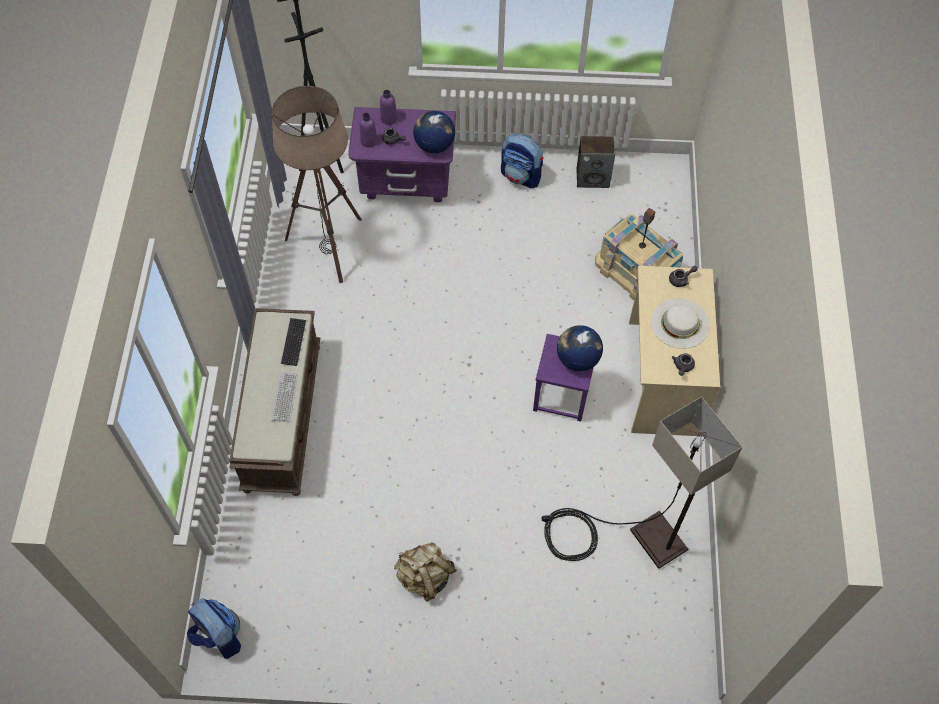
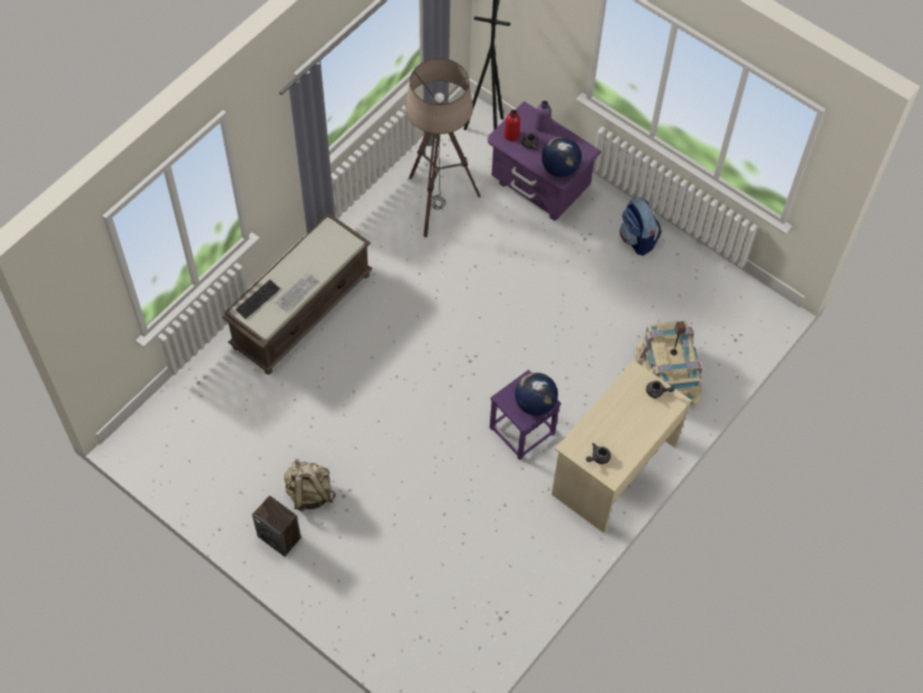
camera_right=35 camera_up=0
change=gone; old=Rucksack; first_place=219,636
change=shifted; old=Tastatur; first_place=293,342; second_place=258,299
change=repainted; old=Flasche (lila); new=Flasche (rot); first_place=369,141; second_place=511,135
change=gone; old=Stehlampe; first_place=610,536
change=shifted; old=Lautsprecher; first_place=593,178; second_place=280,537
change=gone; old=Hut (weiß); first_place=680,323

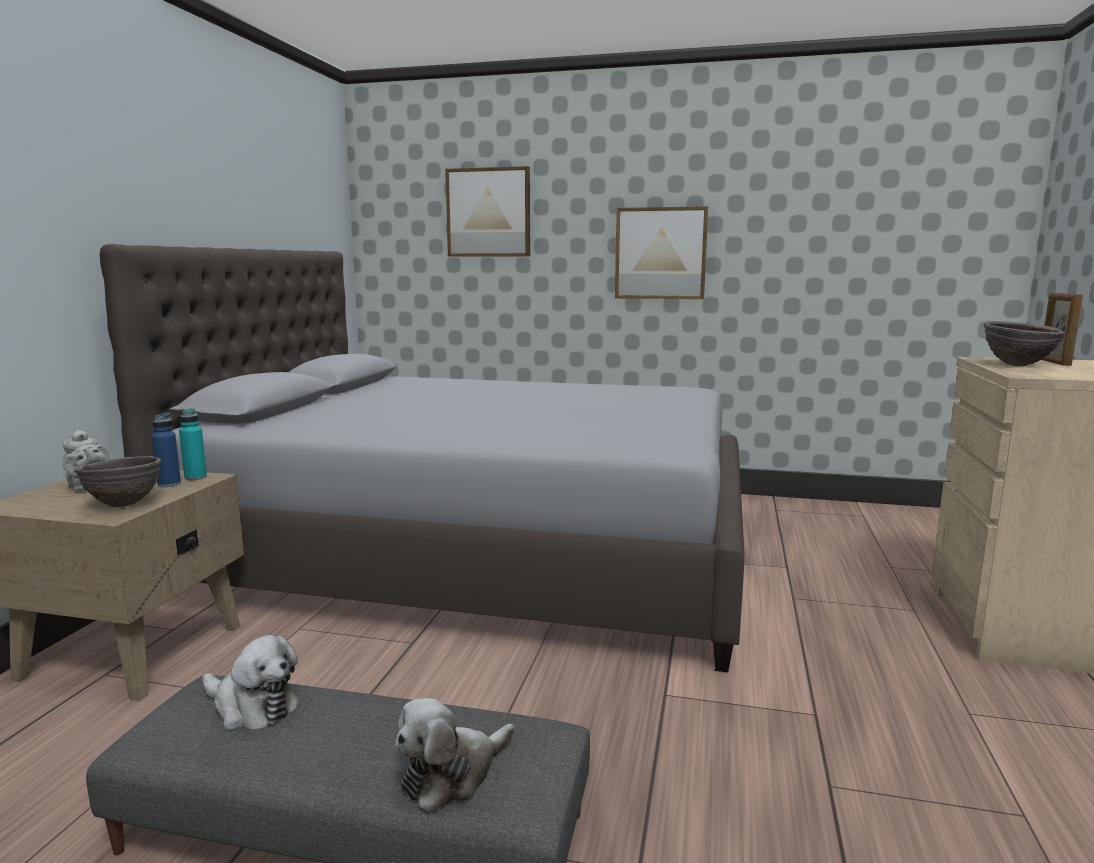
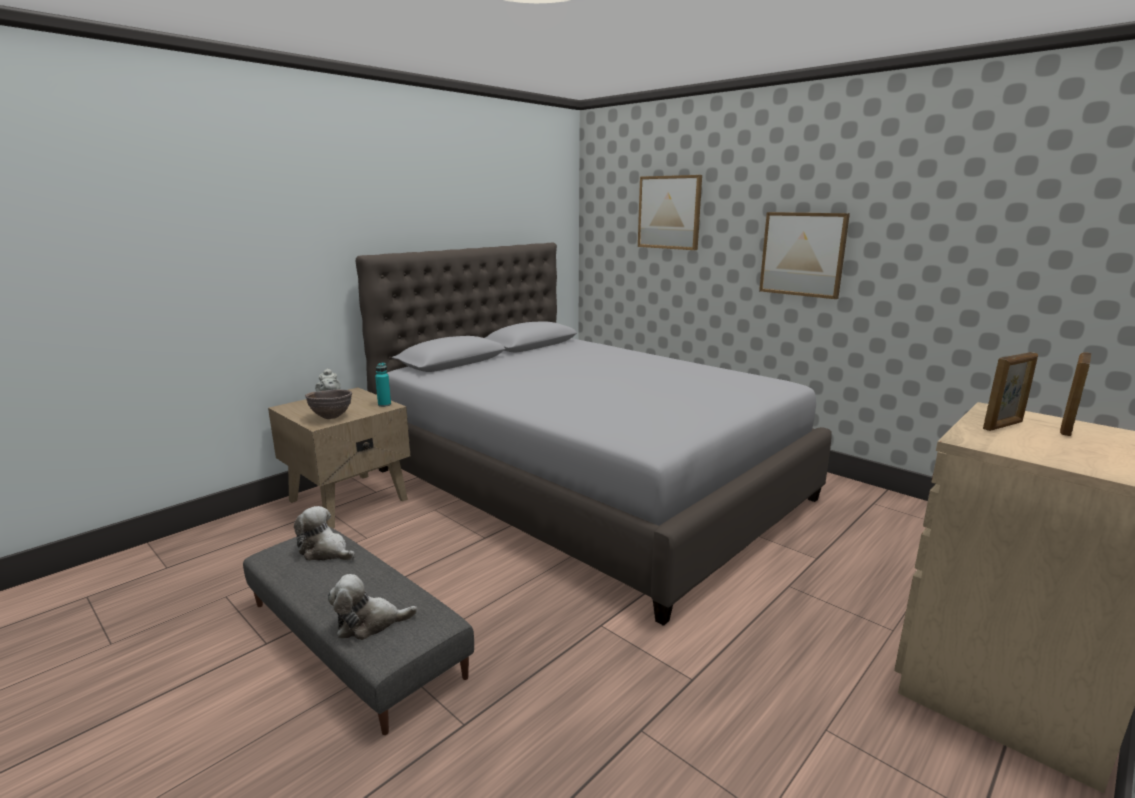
camera_right=30 camera_up=5
change=gone; old=Flasche (blau); first_place=169,484
change=rotated; old=Plüschtier; first_place=252,707; second_place=326,552; degrees=150
change=swapped; old=Schüssel (braun); new=Bilderrahmen; first_place=1018,365; second_place=1003,426

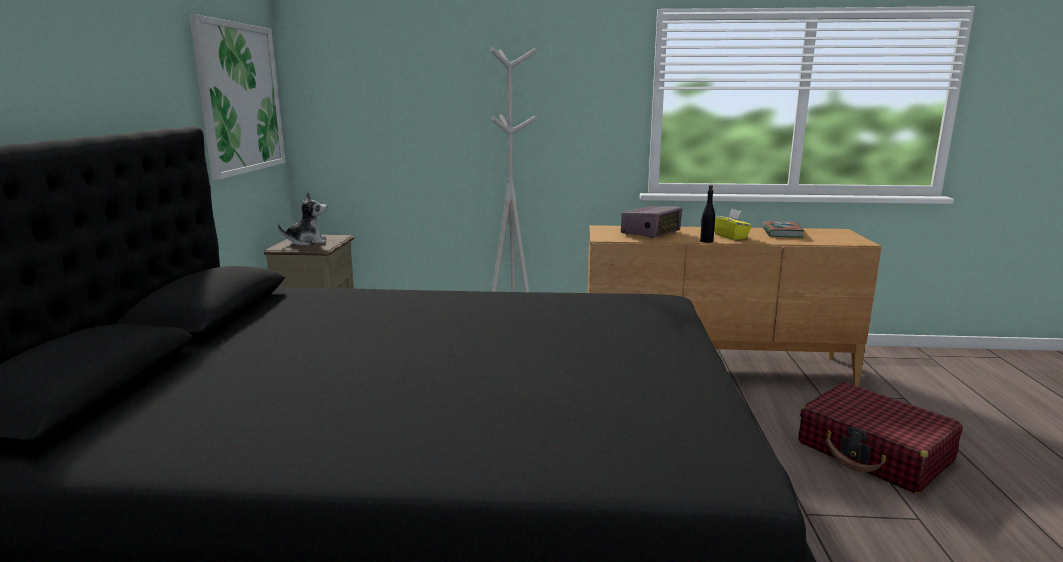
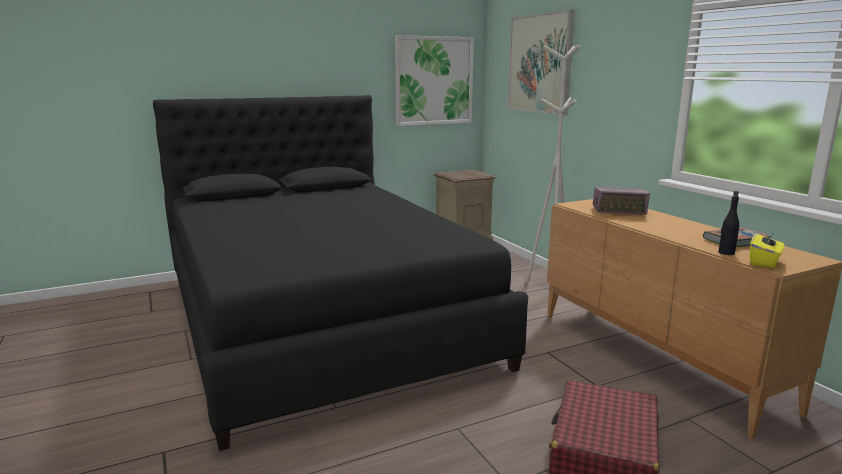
camera_right=60 camera_up=0
change=gone; old=Plüschtier; first_place=307,242
change=shifted; old=Flasche (schwarz); first_place=706,241; second_place=726,253
change=shifted; old=Taschentuchbox (gelb); first_place=731,236; second_place=764,262
change=new; new=Bild; second_place=539,64

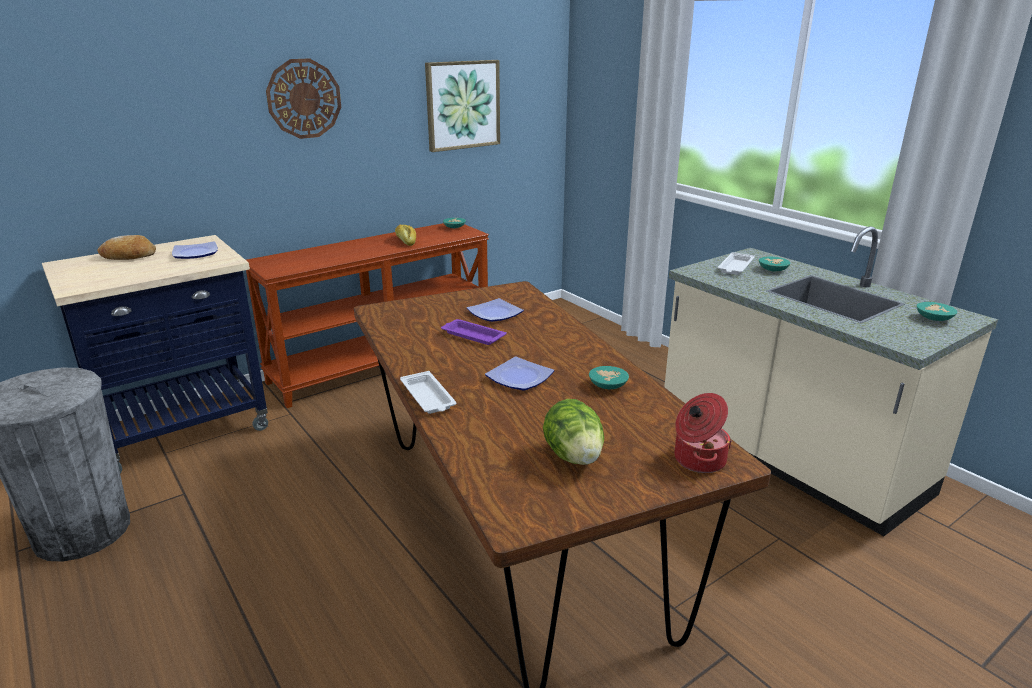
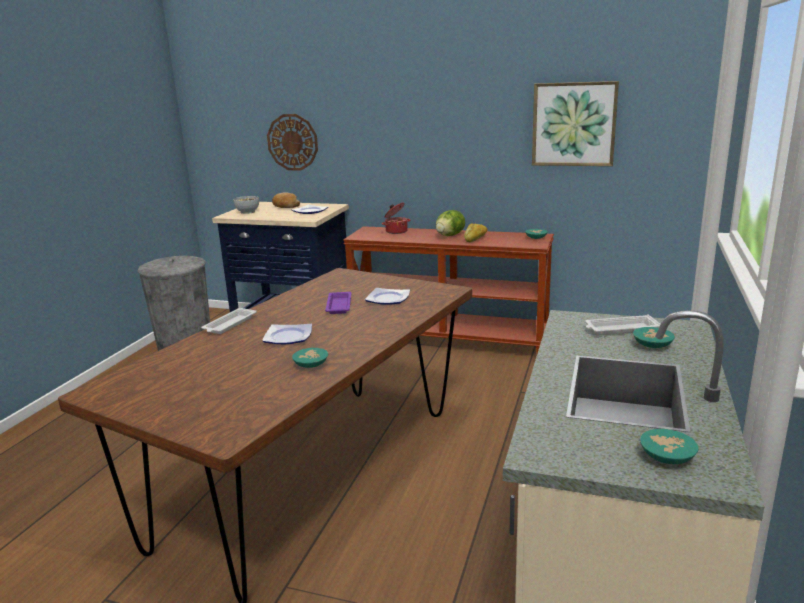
camera_right=55 camera_up=-5
change=shifted; old=Wanduhr; first_place=304,99; second_place=292,142
change=shifted; old=Salatkopf; first_place=574,456; second_place=449,235
change=shifted; old=Kochtopf; first_place=698,459; second_place=396,231
change=new; new=Schüssel; second_place=248,212

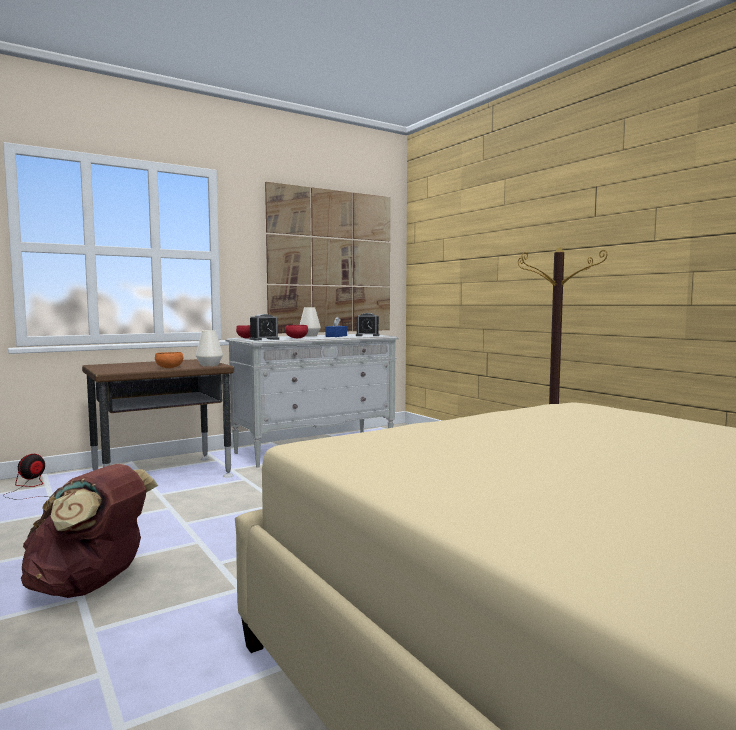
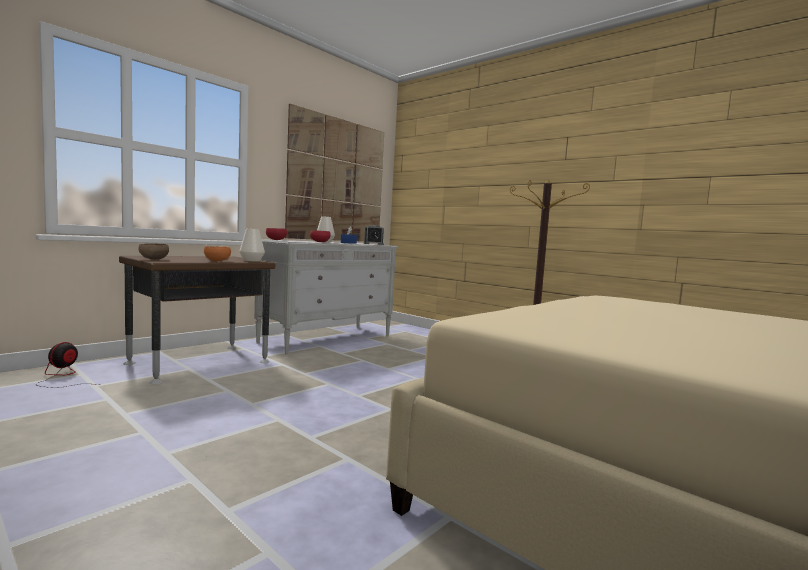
camera_right=-15 camera_up=0
change=gone; old=Rucksack (braun); first_place=91,586
change=gone; old=Wecker; first_place=264,339
change=new; new=Schüssel (braun); second_place=153,259

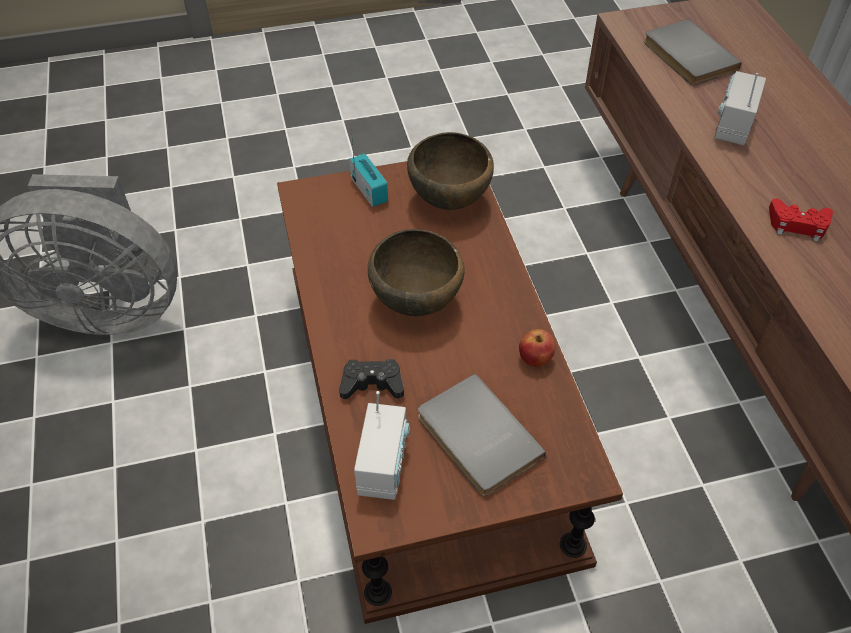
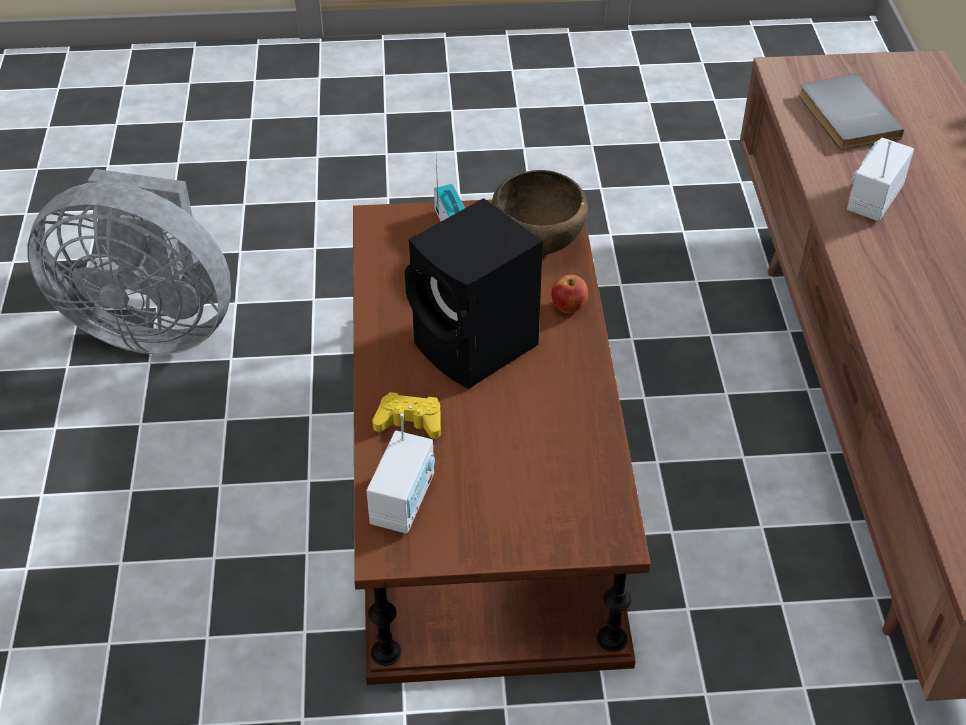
camera_right=10 camera_up=-5
change=repainted; old=Gamepad (schwarz); new=Gamepad (gelb); first_place=372,384; second_place=410,421
change=swapped; old=Schüssel (braun); new=Lautsprecher (schwarz); first_place=417,303; second_place=477,348
change=gone; old=Buch (grau); first_place=475,438
change=shifted; old=Apfel; first_place=535,359; second_place=569,307
change=gone; old=Gamepad (rot); first_place=797,224

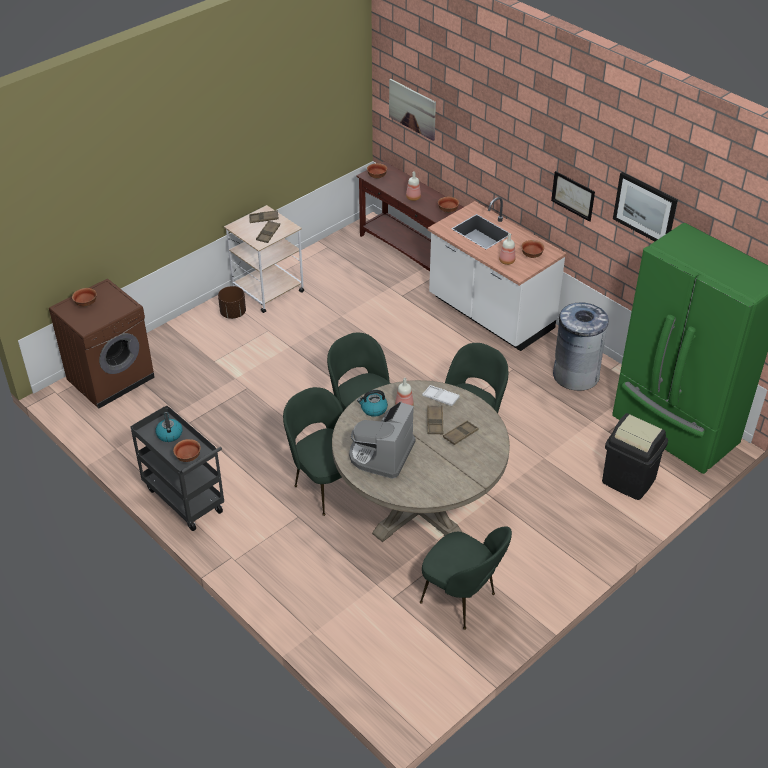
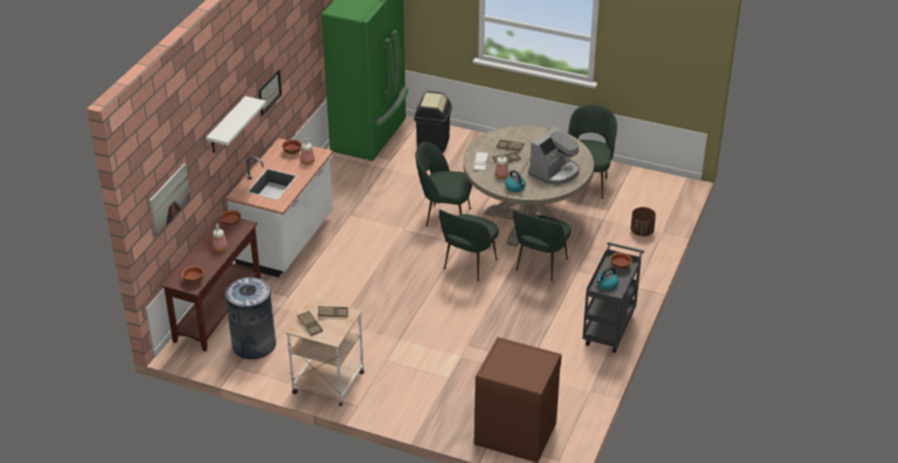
camera_right=-115 camera_up=-5
change=gone; old=Schüssel; first_place=86,304
change=shifted; old=Pflanzkübel (braun); first_place=233,313; second_place=642,232
change=rotated; old=Kaffeemaschine; first_place=381,454; second_place=555,172; degrees=-45
change=shifted; old=Mülleimer (grau); first_place=575,375; second_place=254,345
change=gone; old=Bild; first_place=645,209
change=new; new=Wandregal (weiß); second_place=227,126

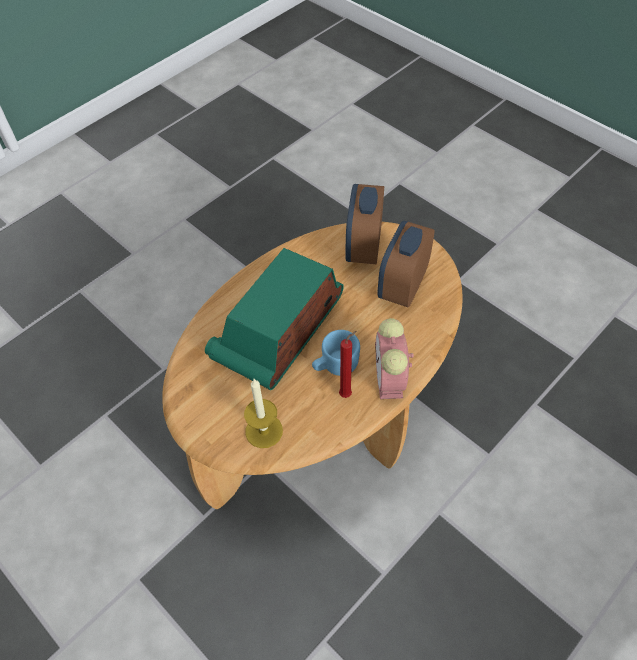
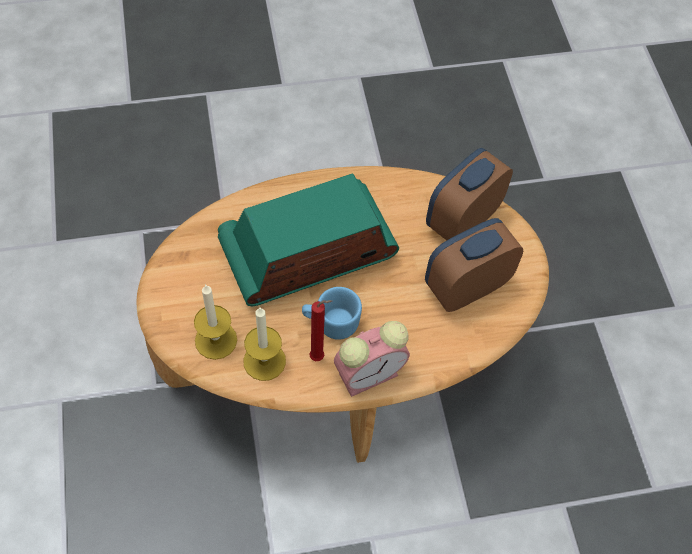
camera_right=30 camera_up=5
change=rotated; old=Wecker; first_place=390,381; second_place=370,373; degrees=-150
change=new; new=Kerze; second_place=264,361

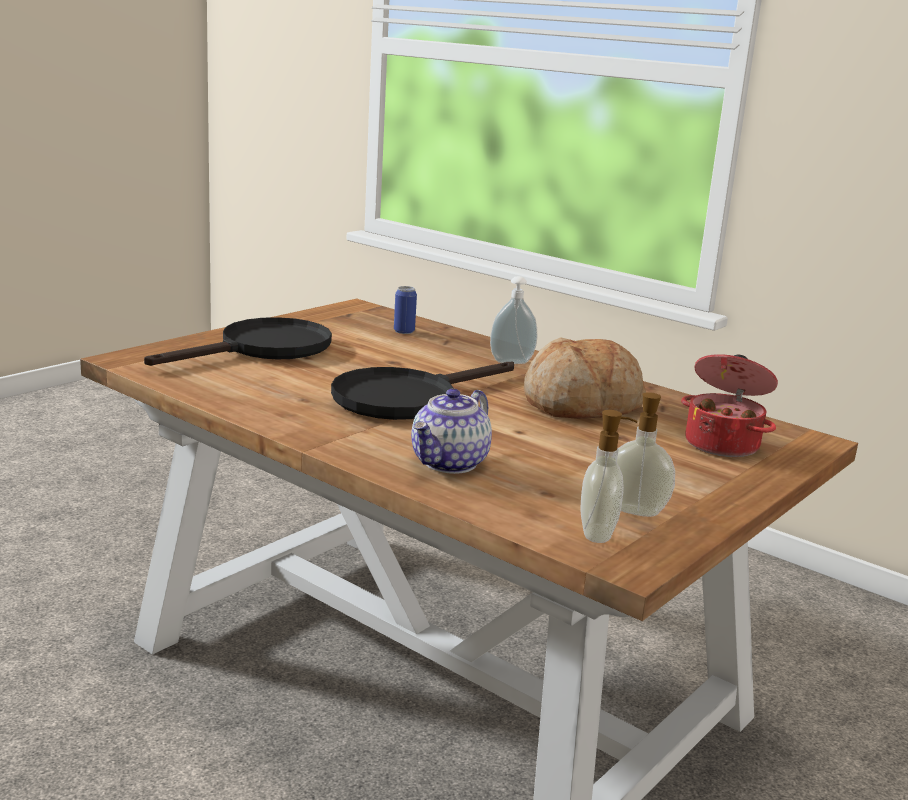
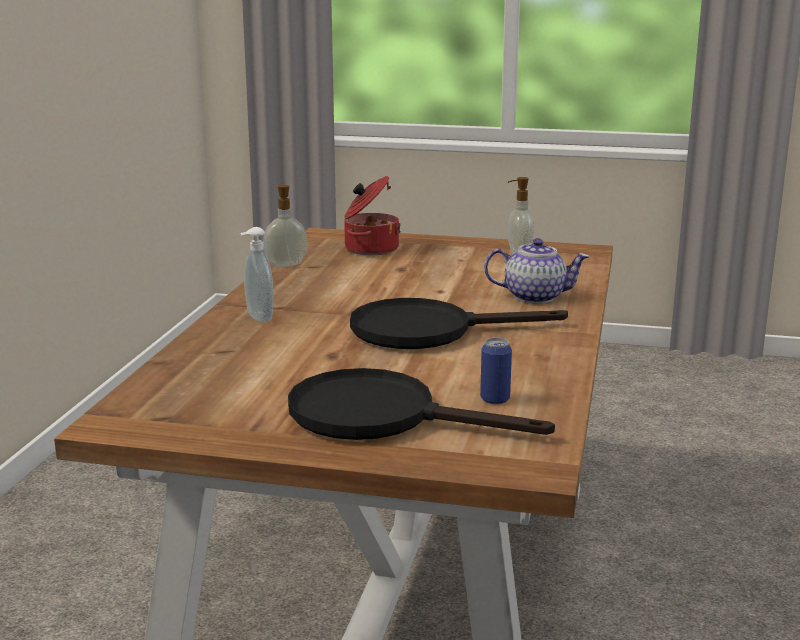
camera_right=-115 camera_up=0
change=rotated; old=Pfanne (schwarz); first_place=407,398; second_place=428,331; degrees=150
change=shifted; old=Dose; first_place=404,331; second_place=495,399
change=gone; old=Brot; first_place=582,405
change=shifted; old=Seifenspender; first_place=599,534; second_place=286,264

